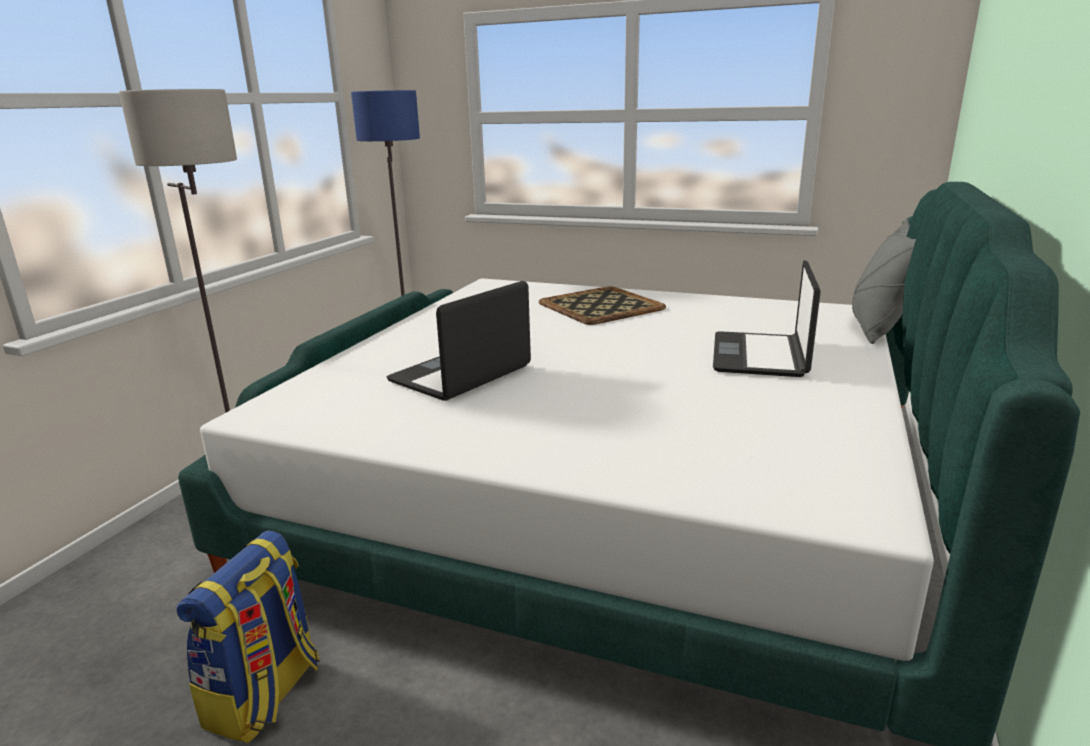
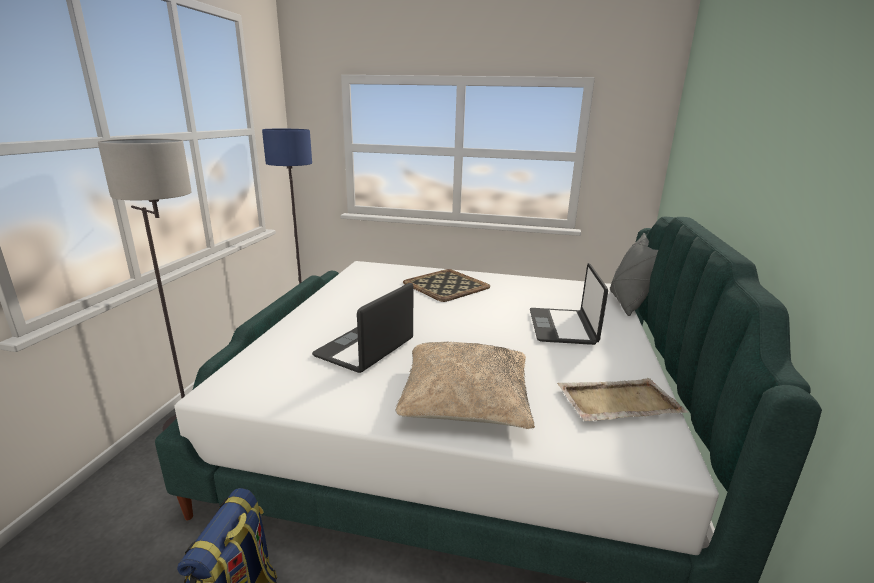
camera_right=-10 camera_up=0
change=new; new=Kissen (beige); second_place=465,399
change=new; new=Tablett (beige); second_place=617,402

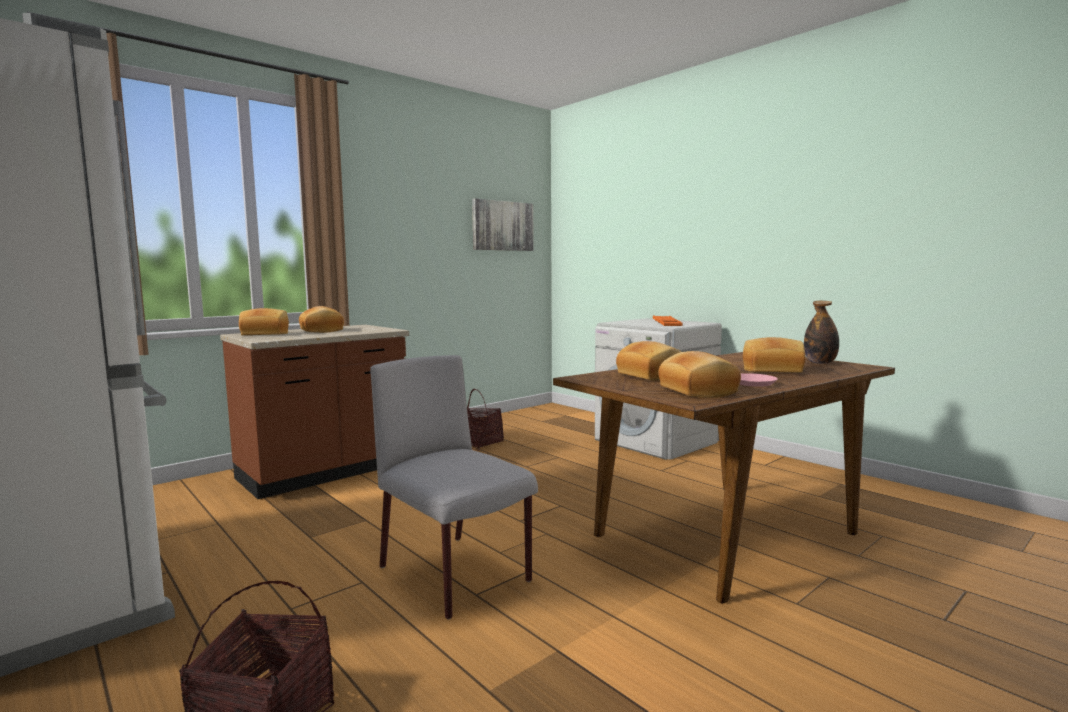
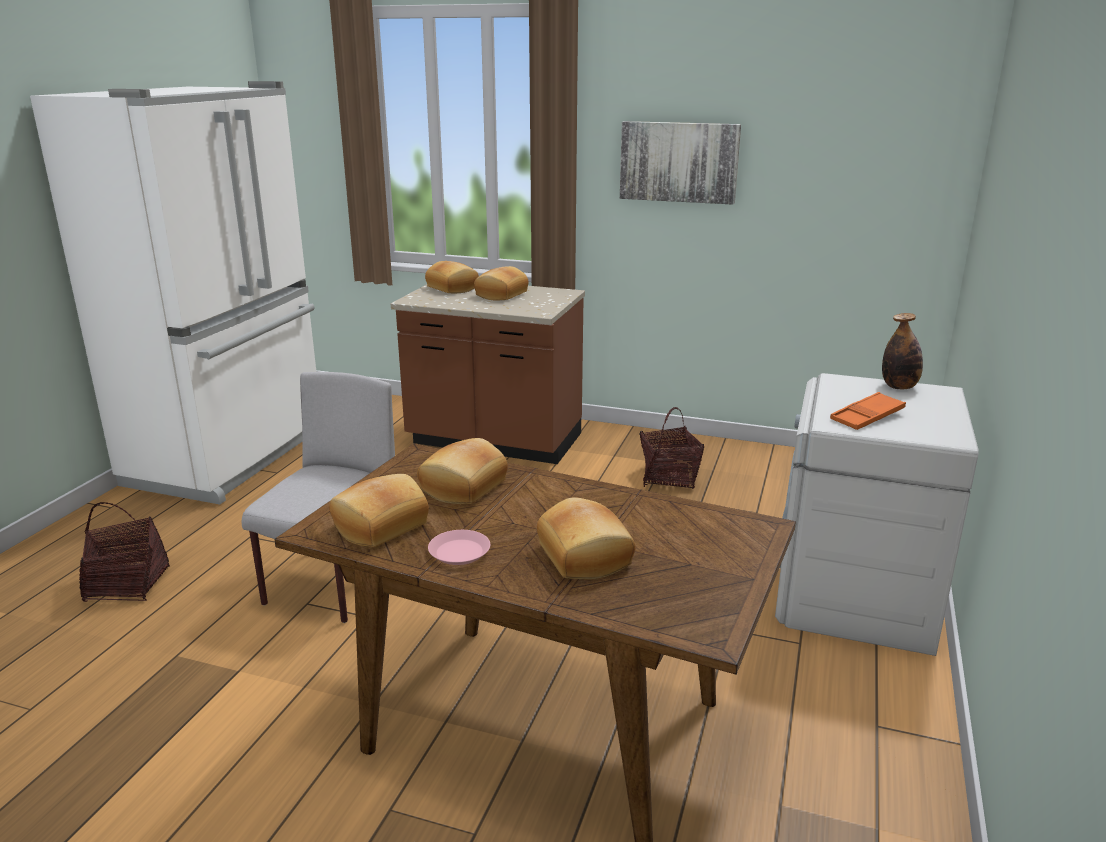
camera_right=60 camera_up=15
change=shifted; old=Bild; first_place=502,226; second_place=679,162
change=shifted; old=Flasche; first_place=820,363; second_place=899,387

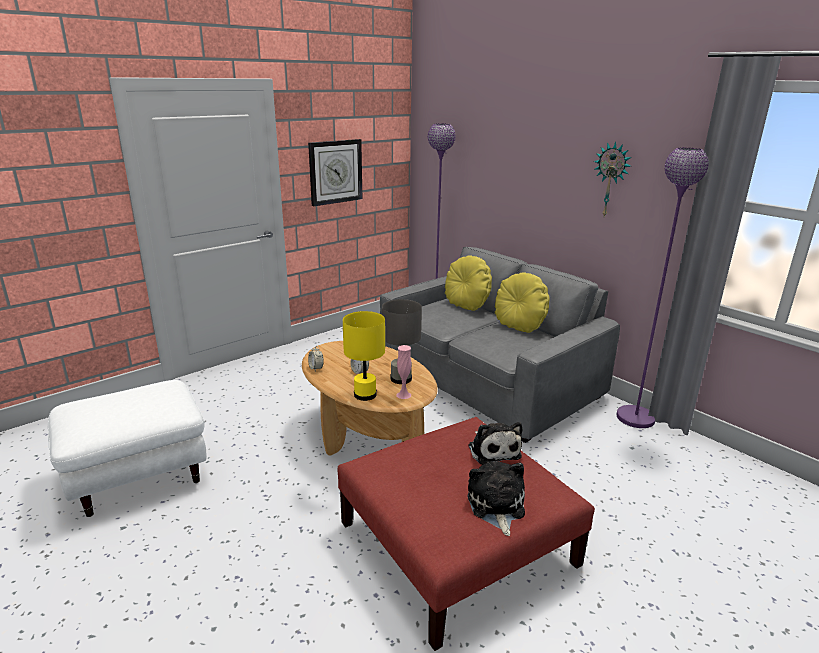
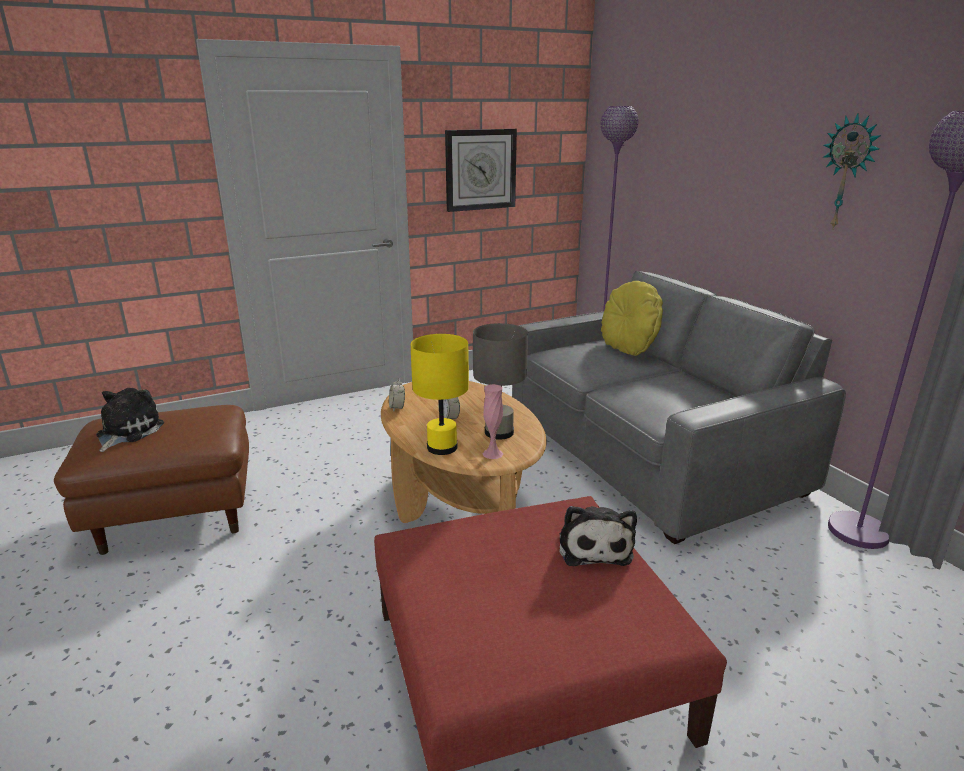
camera_right=15 camera_up=0
change=repainted; old=Polsterhocker (weiß); new=Polsterhocker (braun); first_place=137,477; second_place=174,517
change=shifted; old=Plüschtier; first_place=496,506; second_place=127,432
change=gone; old=Kissen (gelb); first_place=519,327

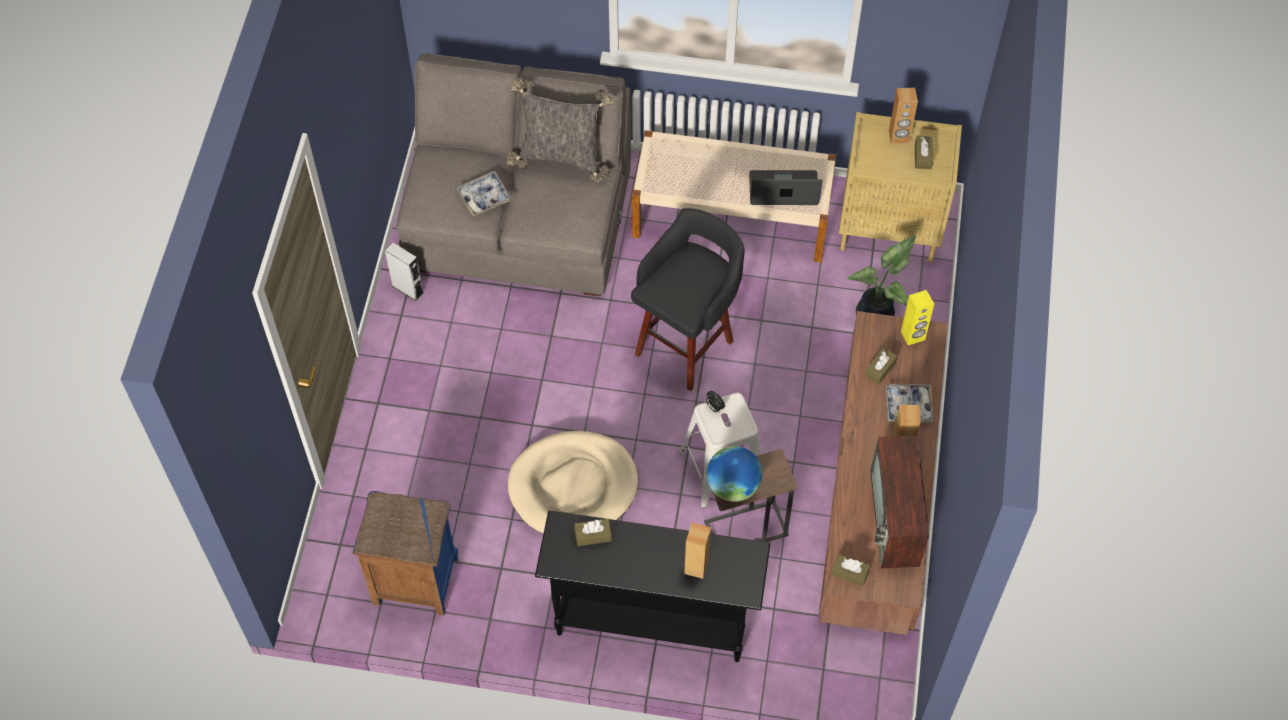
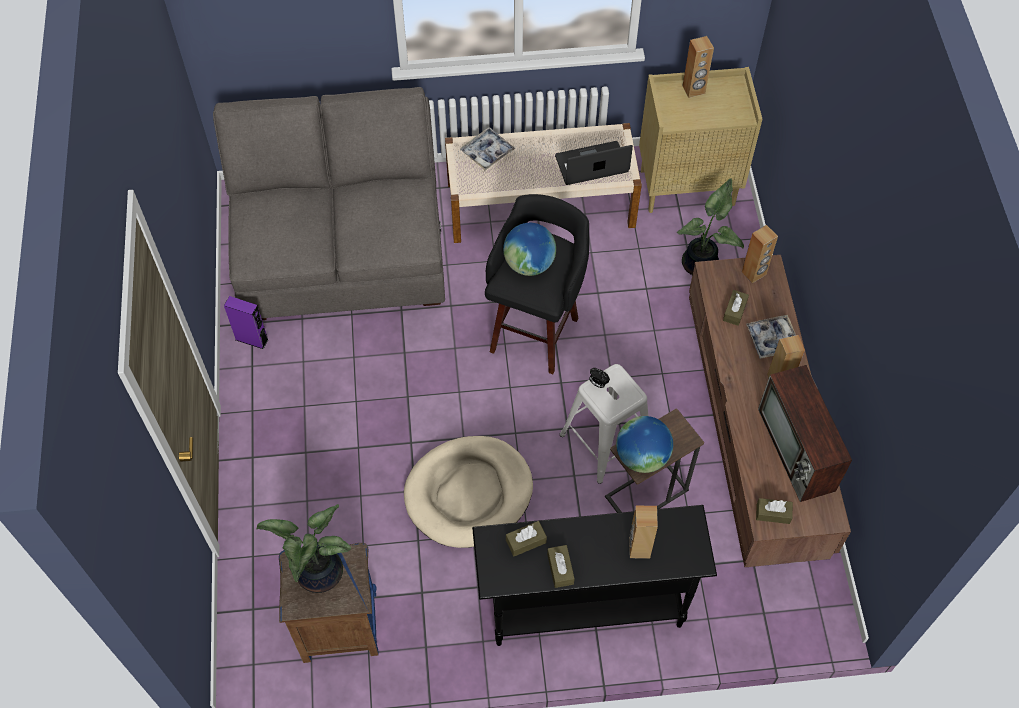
camera_right=-15 camera_up=0
change=repainted; old=Lautsprecher (grau); new=Lautsprecher (lila); first_place=408,289; second_place=252,339
change=shifted; old=Tablett; first_place=484,197; second_place=487,152
change=gone; old=Kissen; first_place=562,160
change=repainted; old=Lautsprecher (gelb); new=Lautsprecher (braun); first_place=913,336; second_place=754,273
change=shifted; old=Taschentuchbox (braun); first_place=923,156; second_place=560,569
change=new; new=Topfpflanze; second_place=317,574
change=new; new=Globus; second_place=529,264

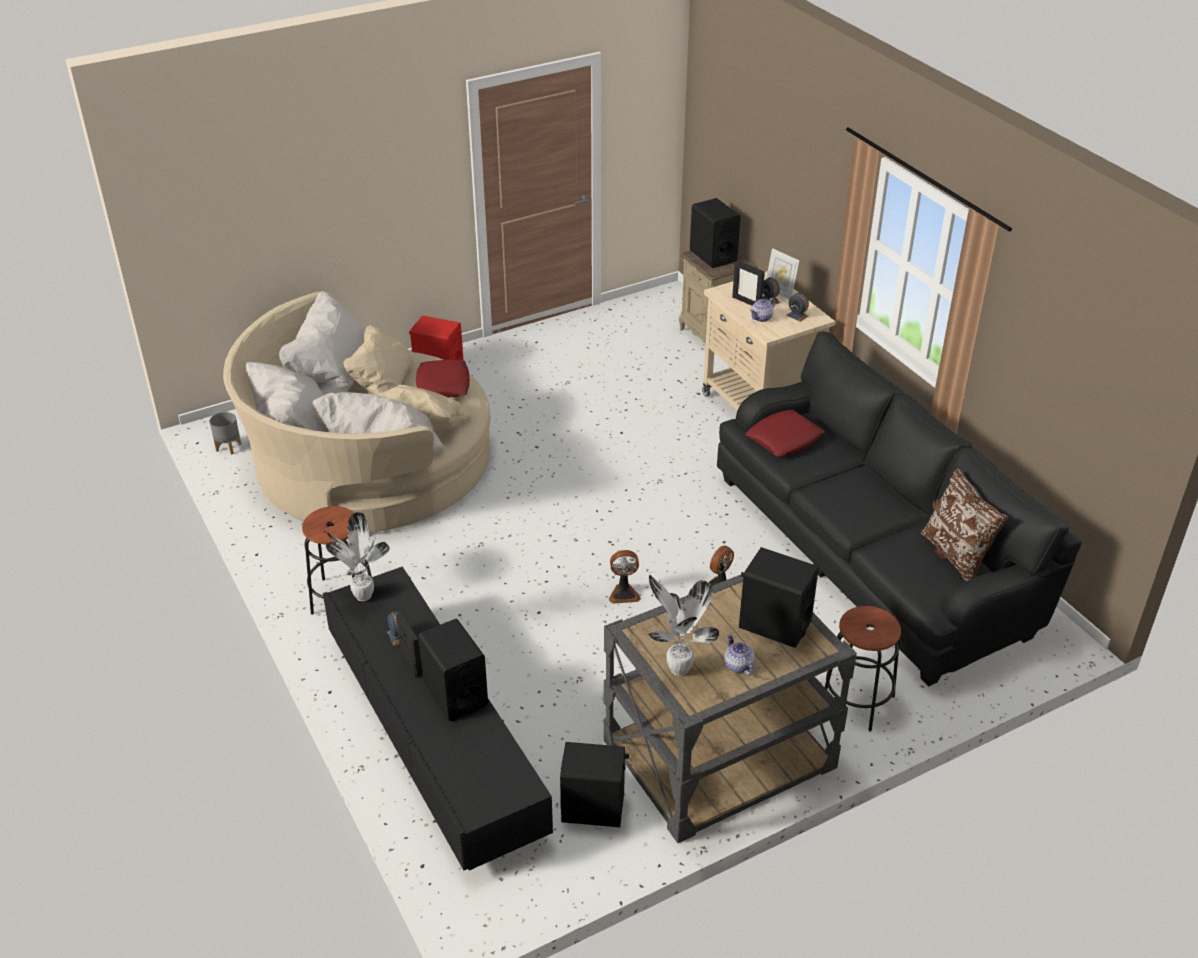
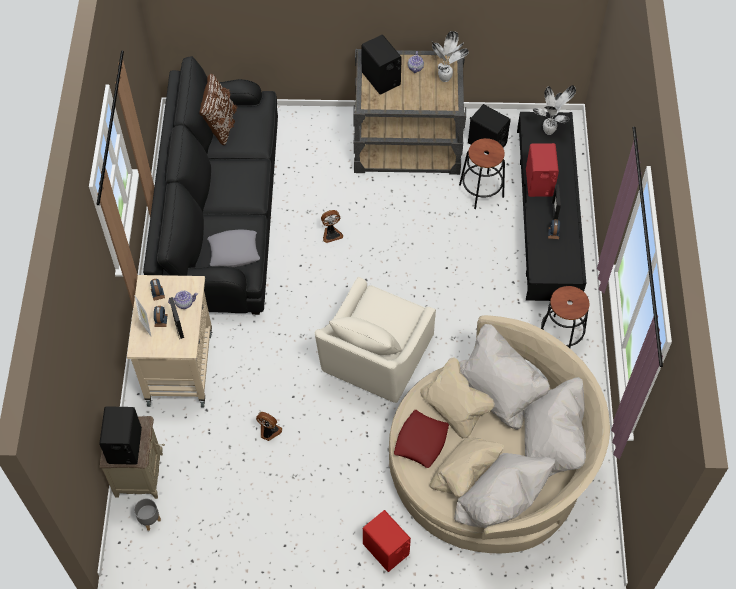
camera_right=-150 camera_up=20
change=shifted; old=Pflanzkübel (grau); first_place=228,447; second_place=150,519
change=shifted; old=Topfpflanze; first_place=361,596; second_place=550,130
change=repainted; old=Lautsprecher (schwarz); new=Lautsprecher (rot); first_place=455,694; second_place=539,183
change=shifted; old=Ventilator; first_place=624,593; second_place=269,431
change=repainted; old=Kissen (rot); new=Kissen (grau); first_place=784,439; second_place=233,251
change=shifted; old=Hocker (schwarz); first_place=857,701; second_place=481,190
change=new; new=Sessel (beige); second_place=375,357

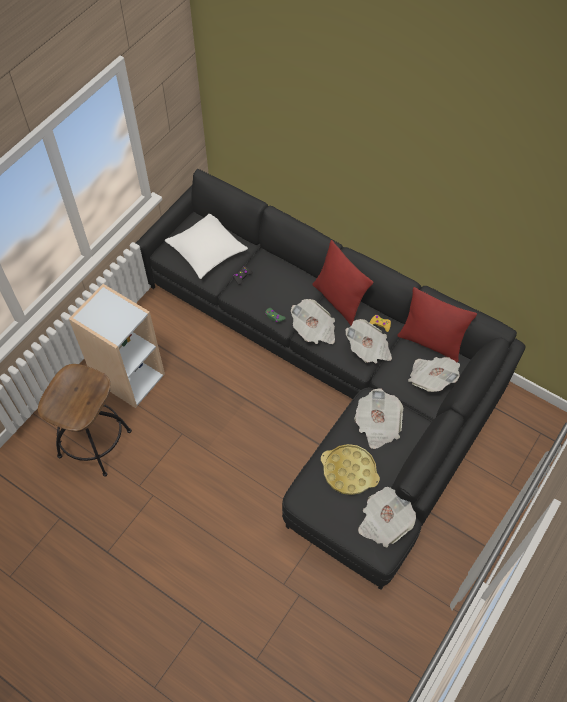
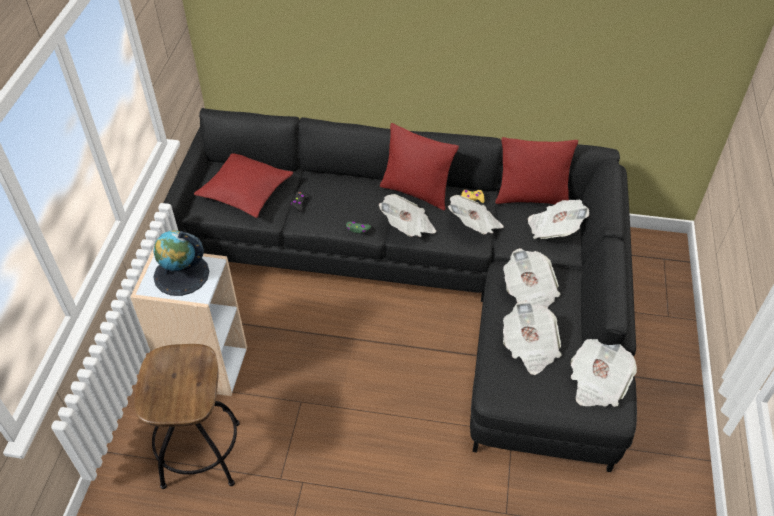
camera_right=-25 camera_up=-10
change=repainted; old=Kissen (weiß); new=Kissen (rot); first_place=207,250; second_place=245,191
change=swapped; old=Tablett (gelb); new=Zeitung; first_place=349,471; second_place=530,347
change=new; new=Globus; second_place=181,274

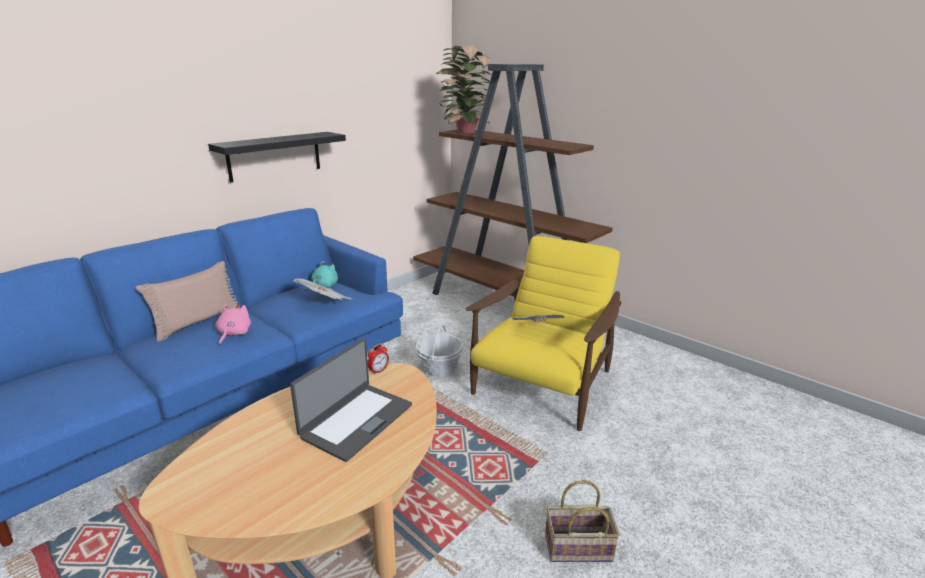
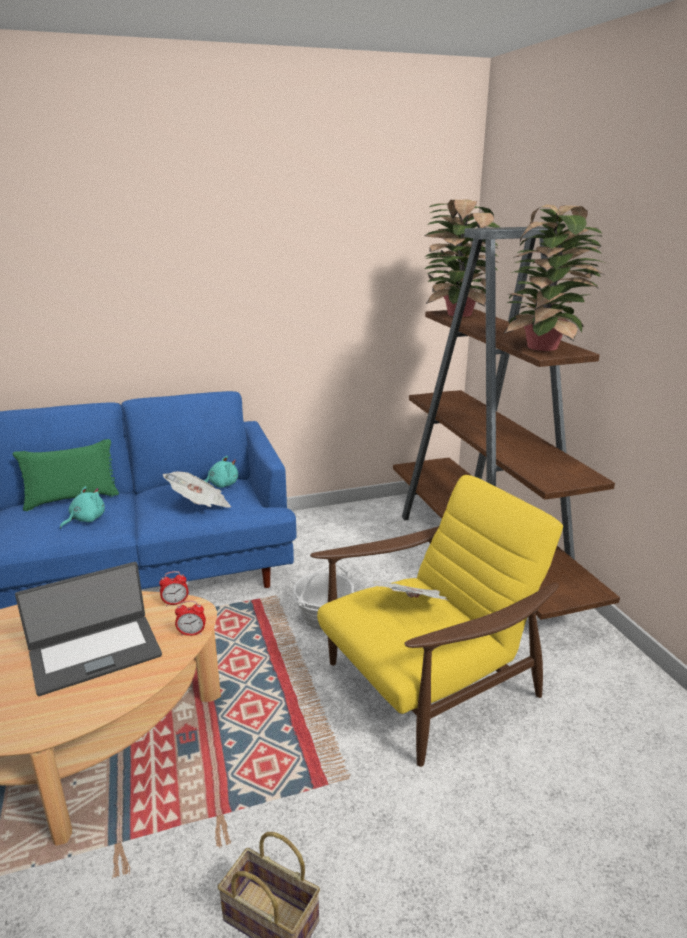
camera_right=30 camera_up=0
change=repainted; old=Kissen (beige); new=Kissen (grün); first_place=197,323; second_place=72,499
change=gone; old=Wandregal (schwarz); first_place=275,156
change=repainted; old=Plüschtier (rosa); new=Plüschtier (türkis); first_place=233,334; second_place=86,519
change=new; new=Wecker; second_place=192,633
change=new; new=Topfpflanze; second_place=545,347

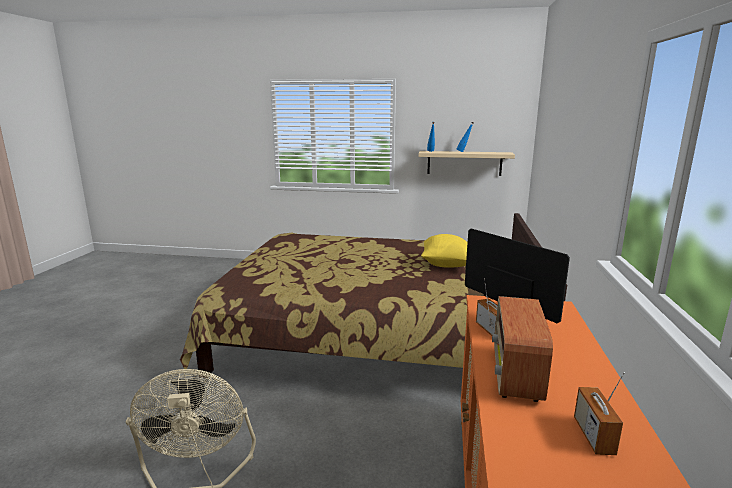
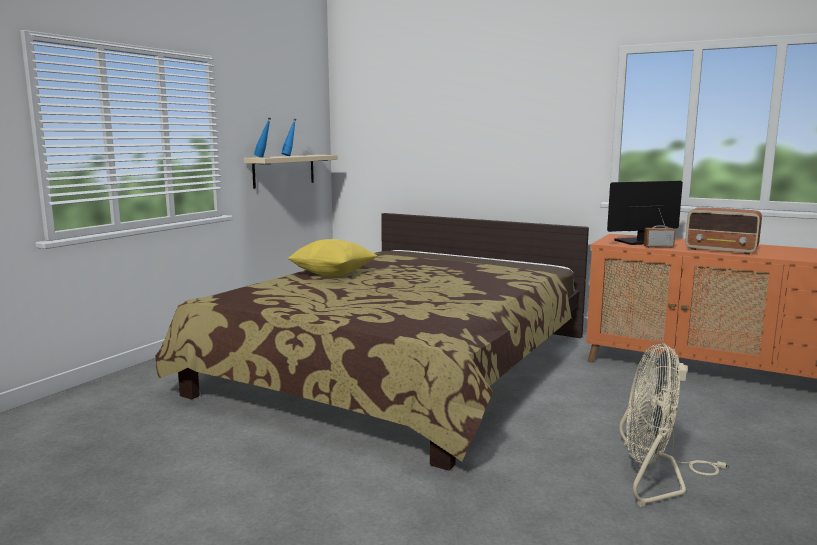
camera_right=-70 camera_up=-5
change=shifted; old=Kissen (gelb); first_place=447,264; second_place=332,274
change=gone; old=Radio; first_place=593,436

